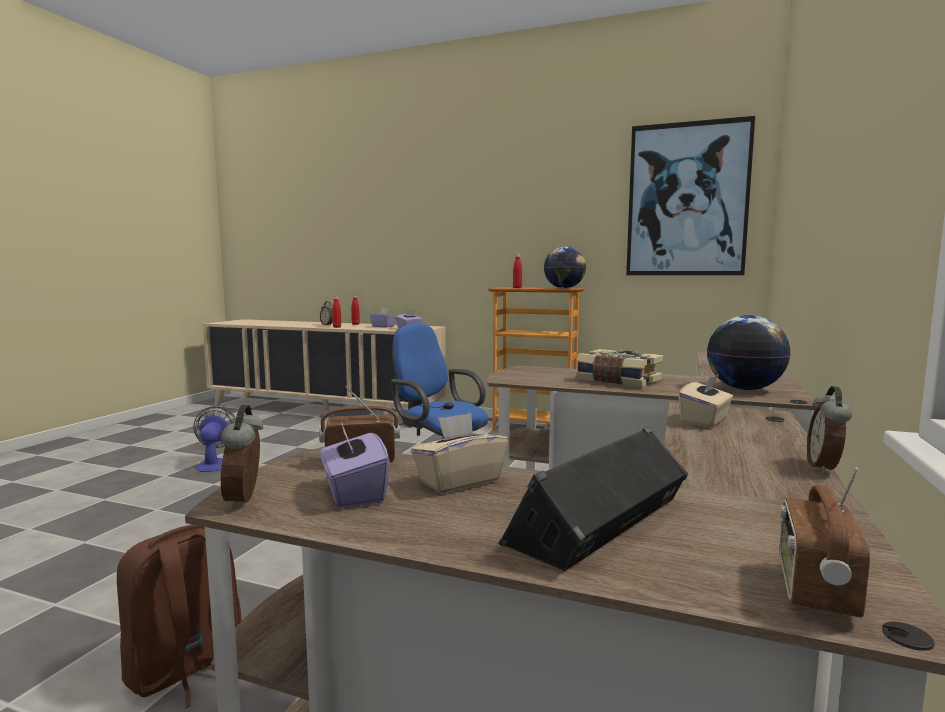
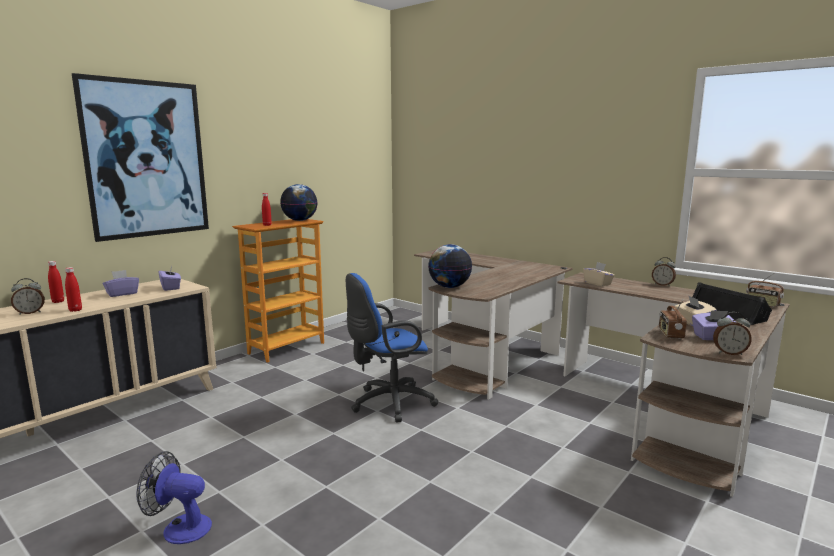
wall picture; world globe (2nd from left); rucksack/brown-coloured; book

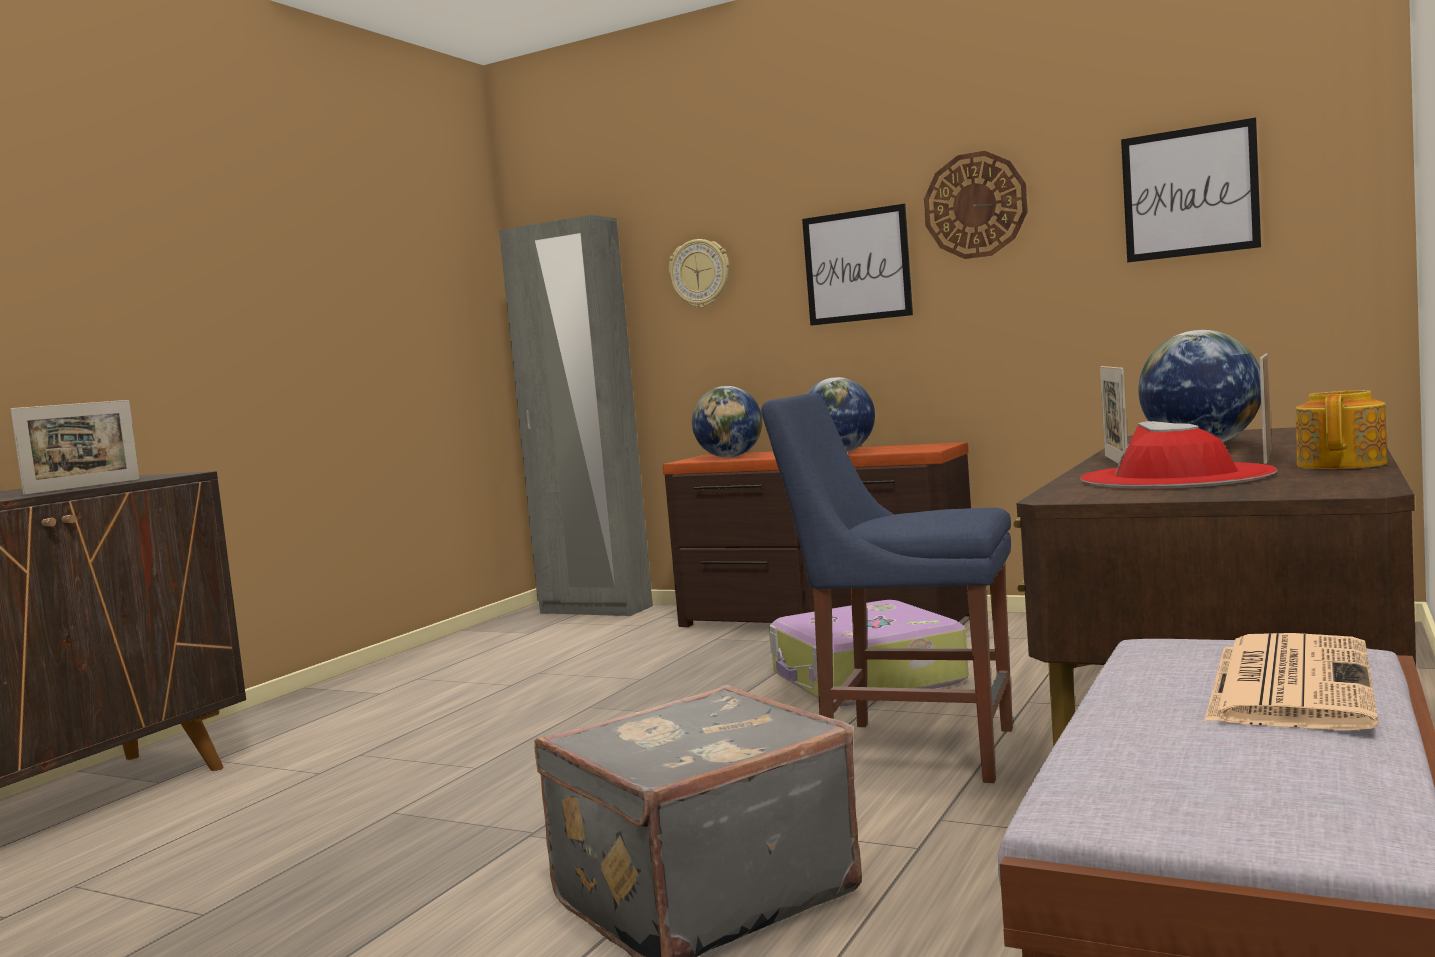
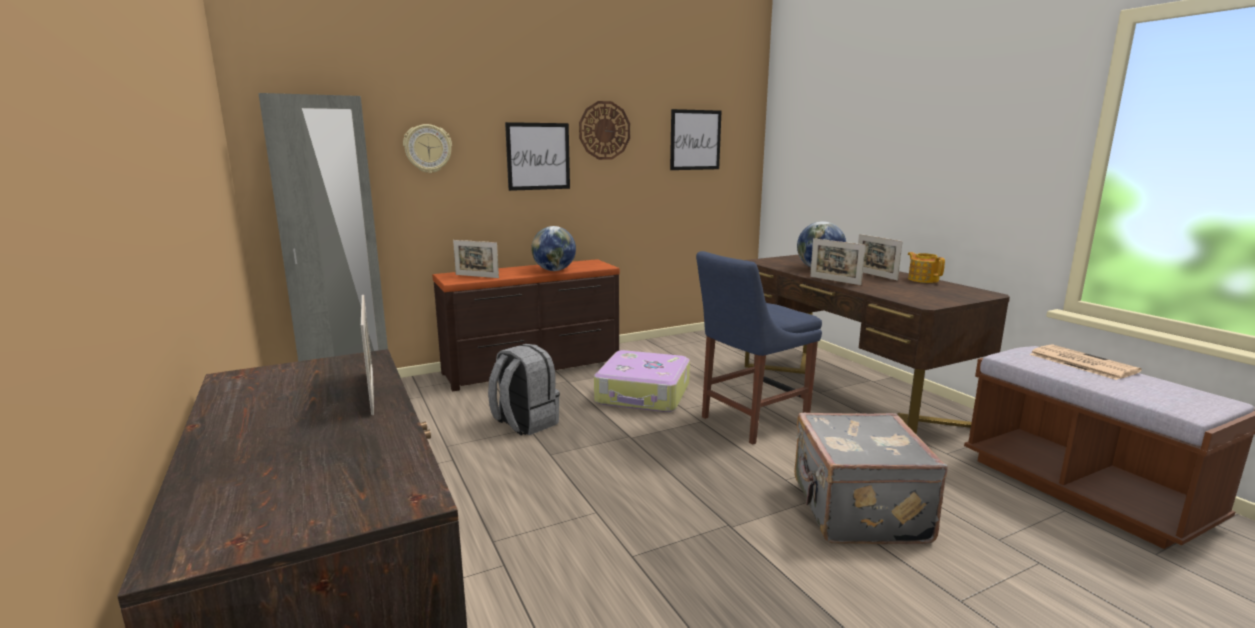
standing frame (2nd from left); rucksack/greyish; hat/red

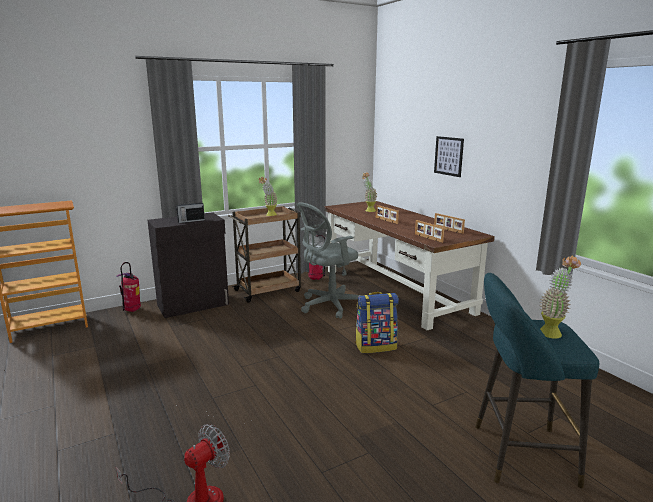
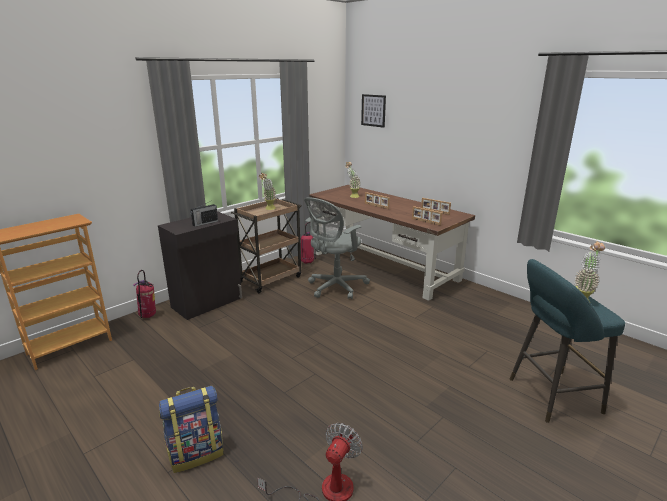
rucksack; wall picture

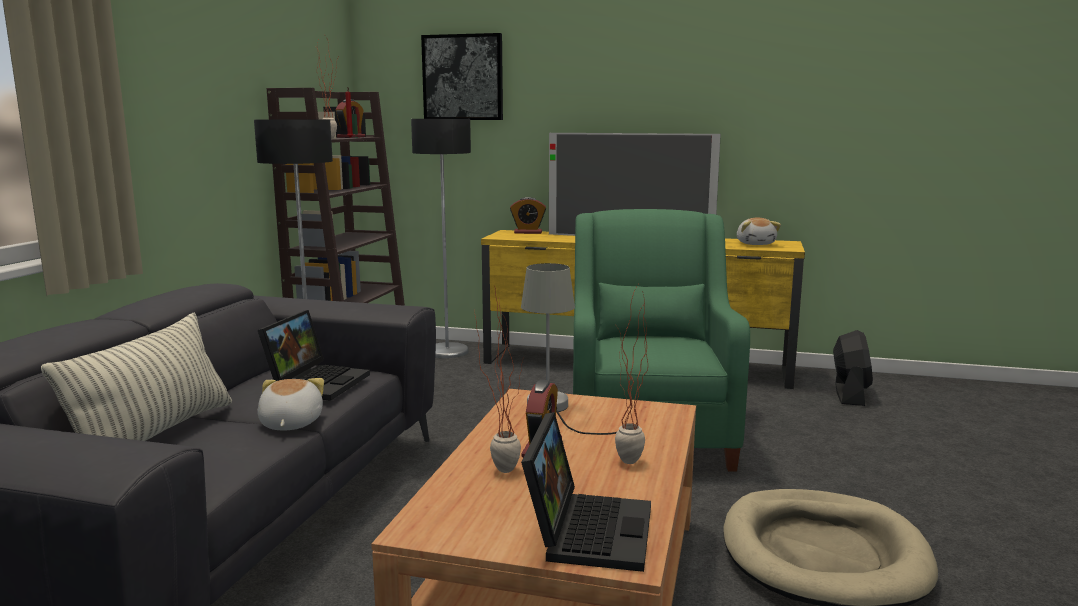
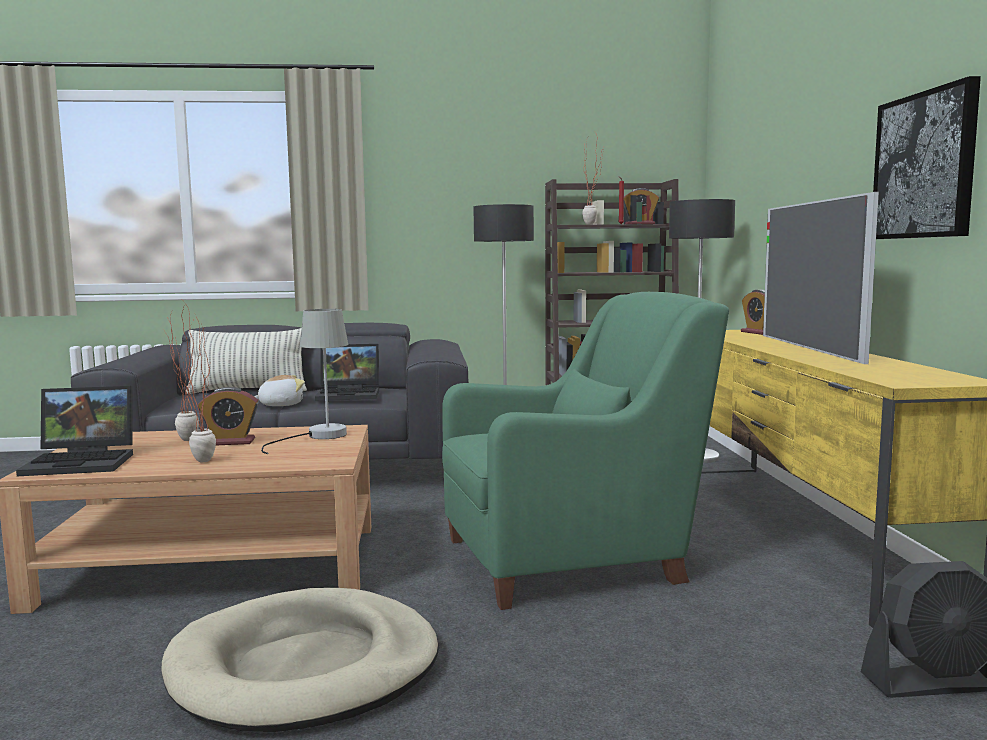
wall picture; plush toy (2nd from left in the first image)

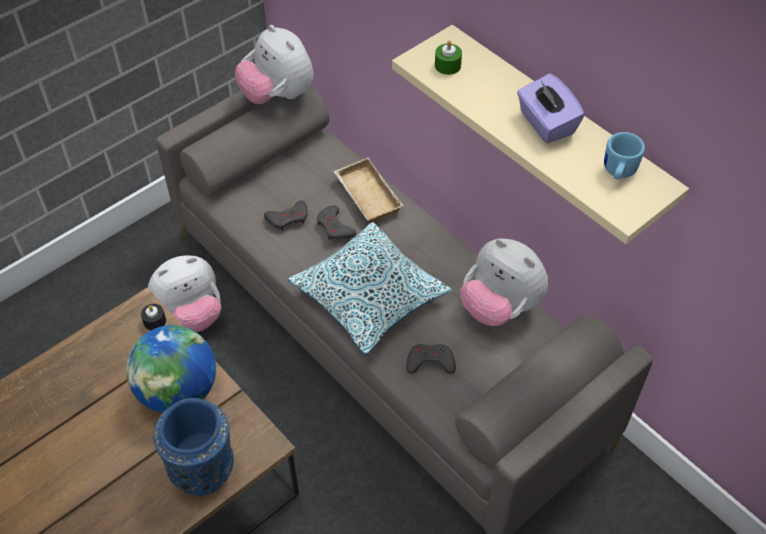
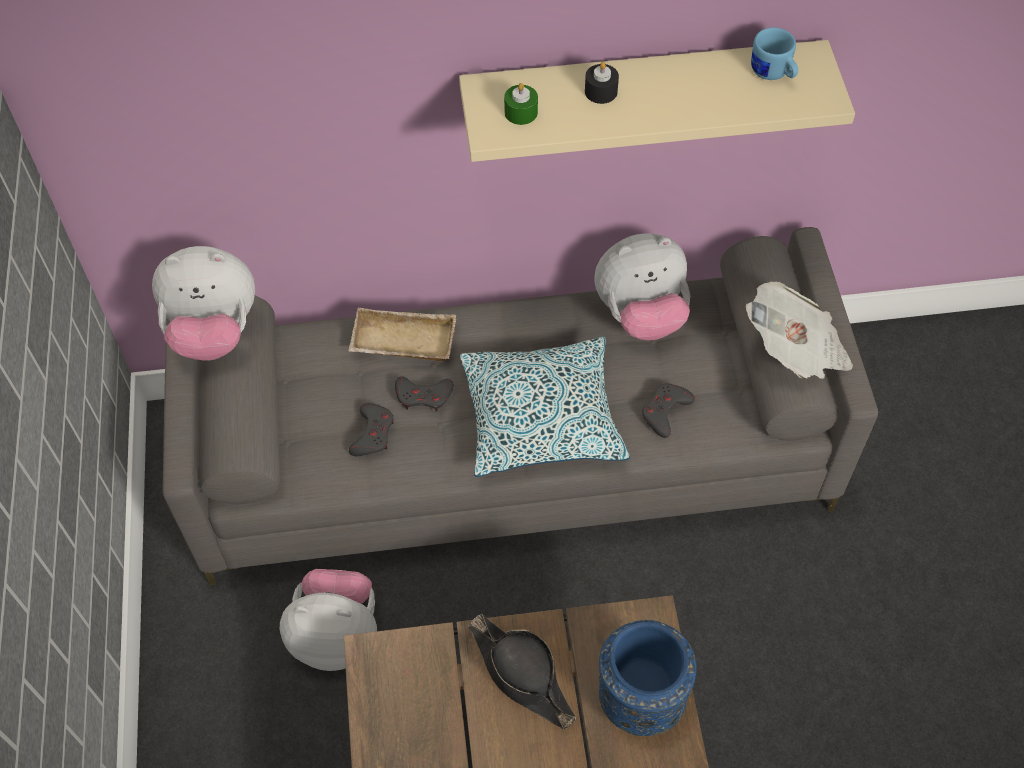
plush toy (2nd from left); hat/blackish; candle/blackish; printed paper; box of tissues/purple-coloured

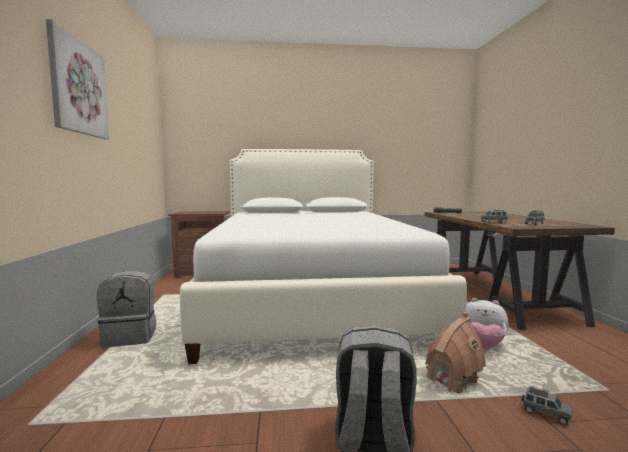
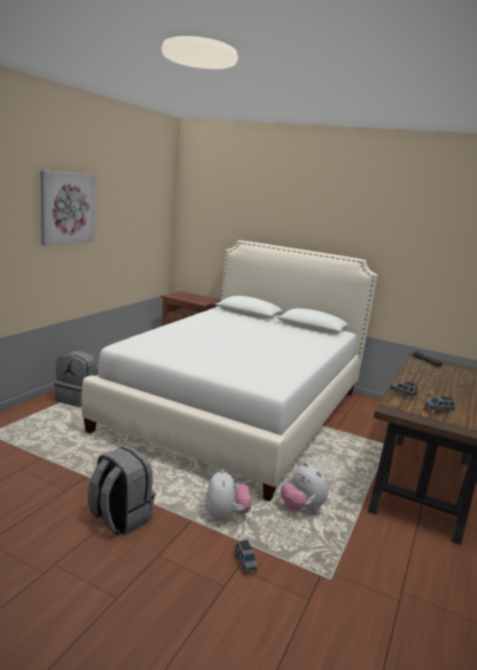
plush toy (1st from left)

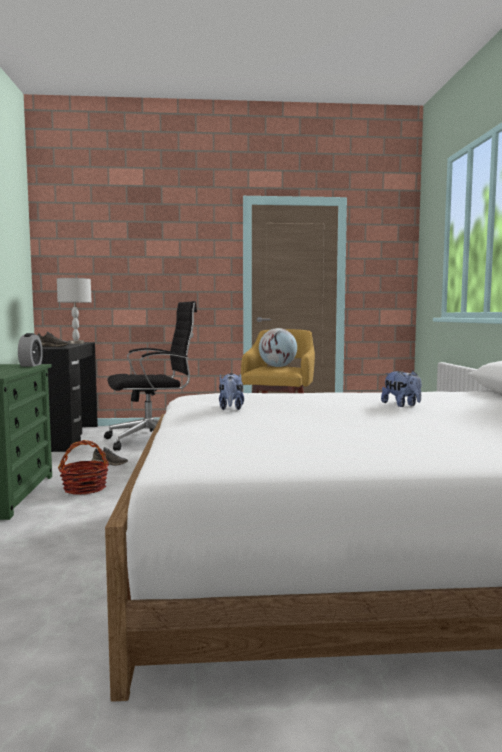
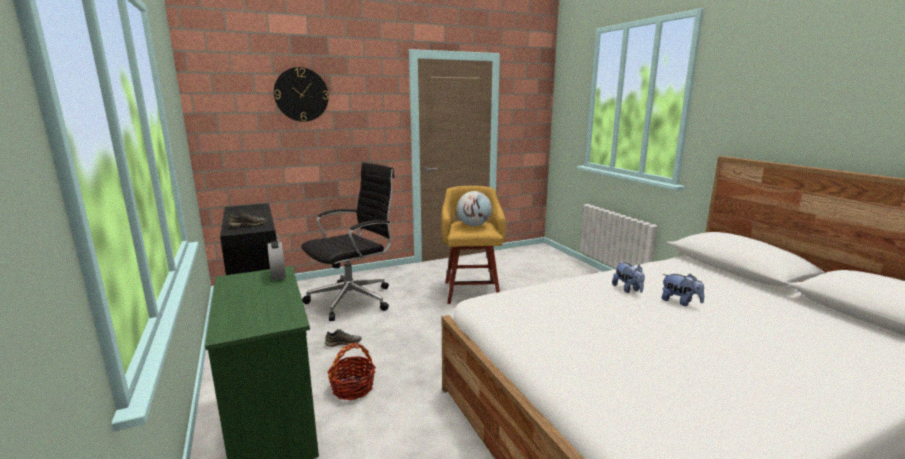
clock on the wall; plush toy (1st from left); tabletop lamp/greyish

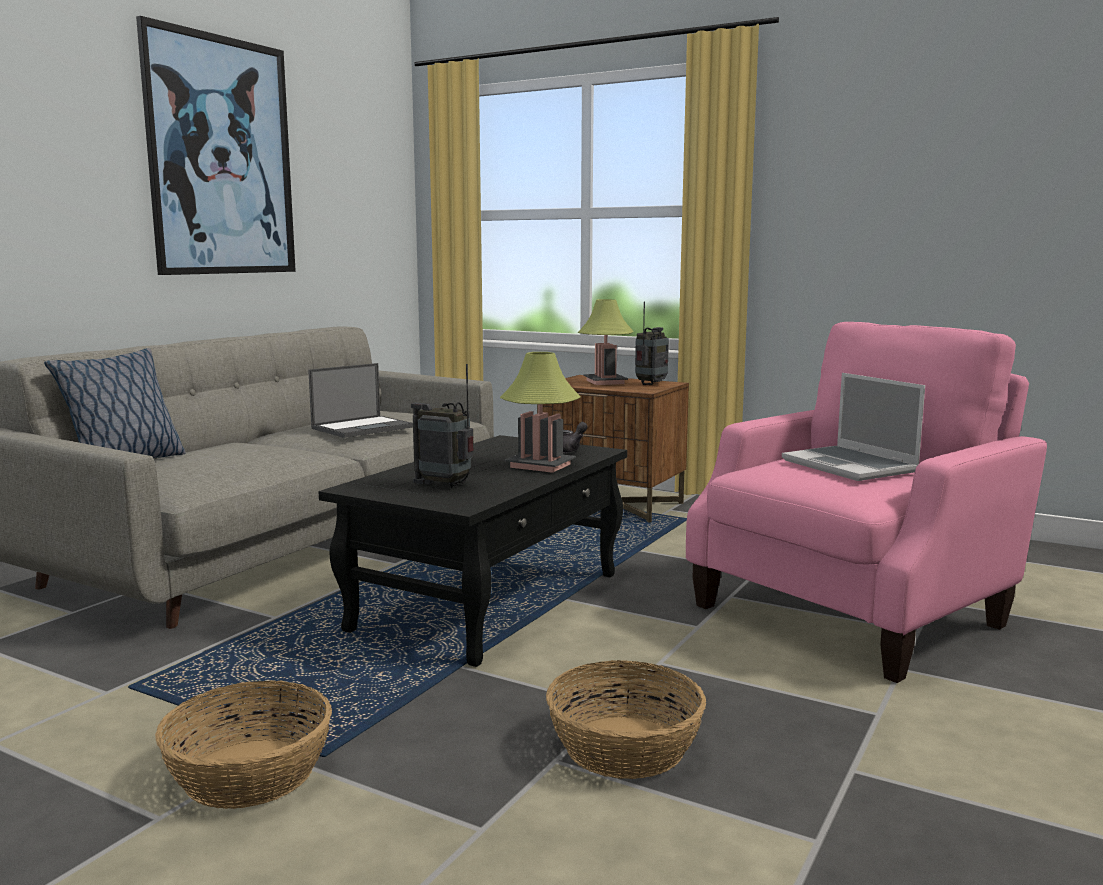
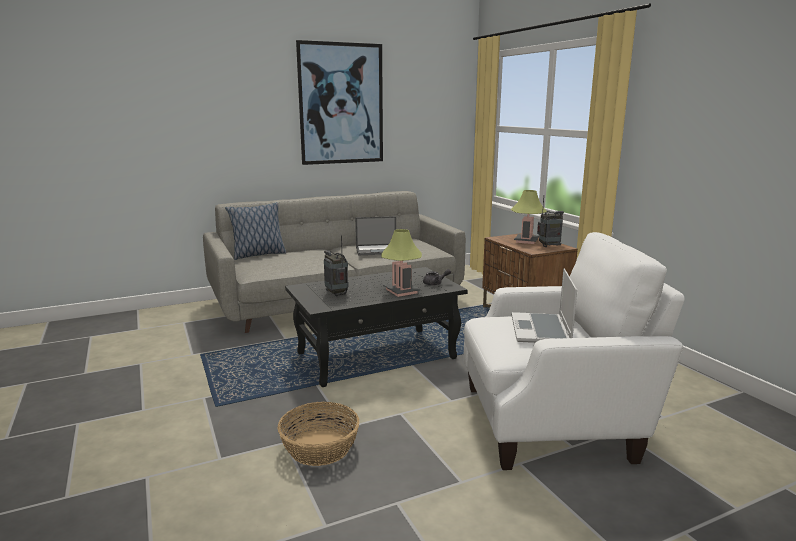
lounge chair/white; household basket (1st from left in the first image)

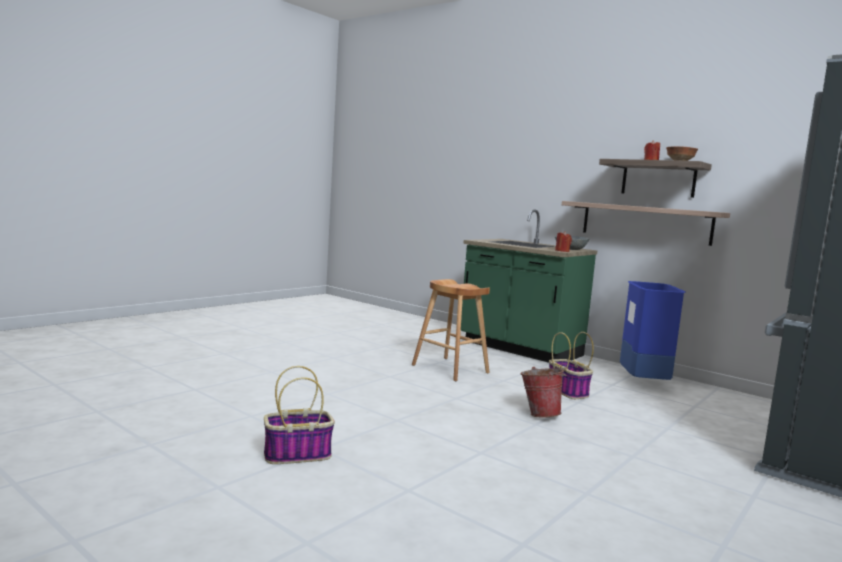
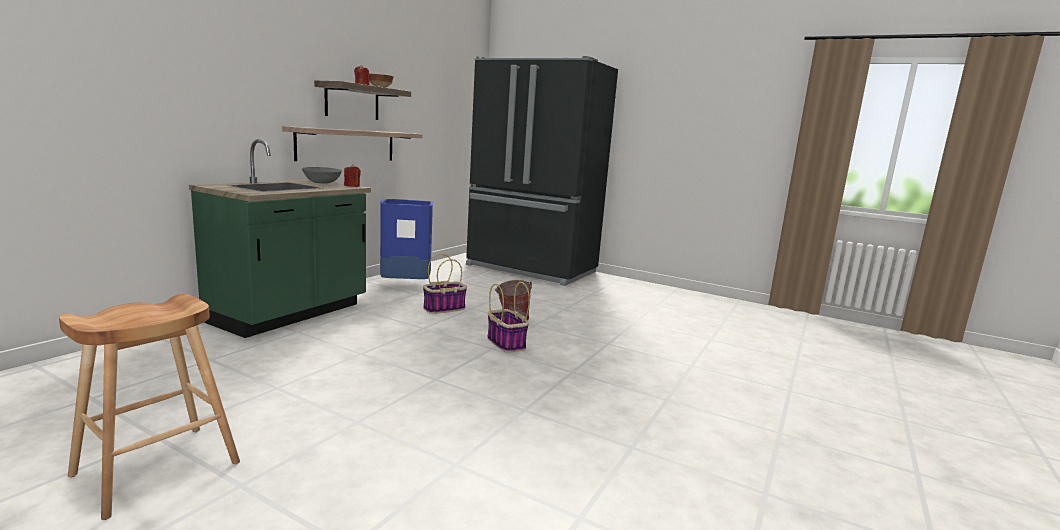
sitting stool/brown-coloured; household basket (2nd from left)

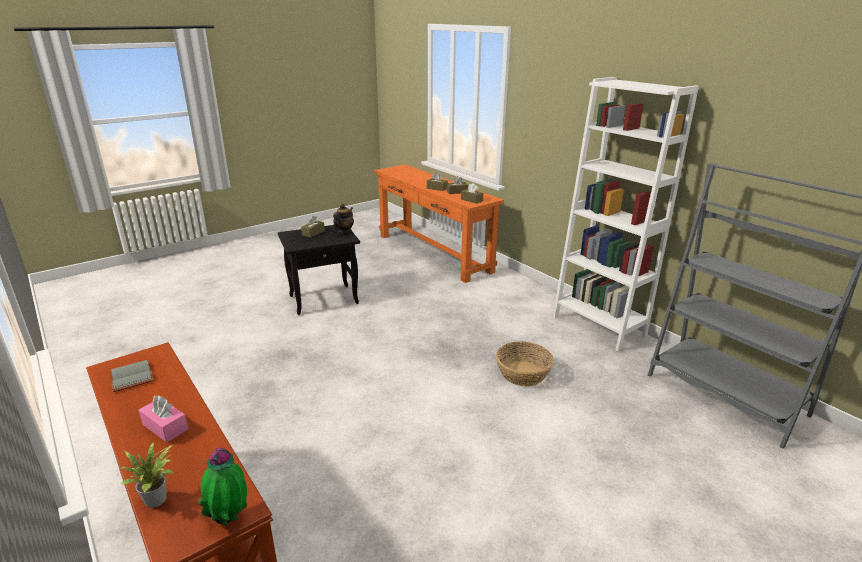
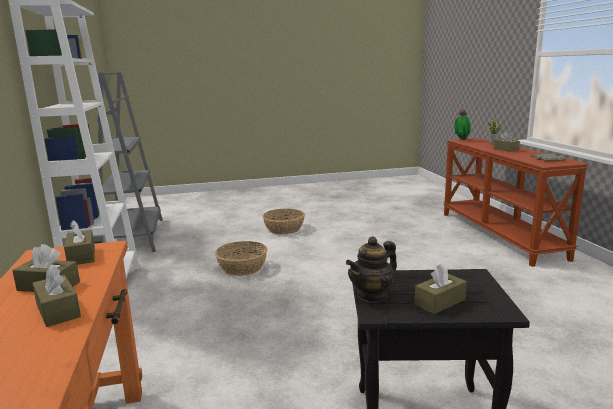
household basket (2nd from left); box of tissues/brown-coloured (5th from left)

